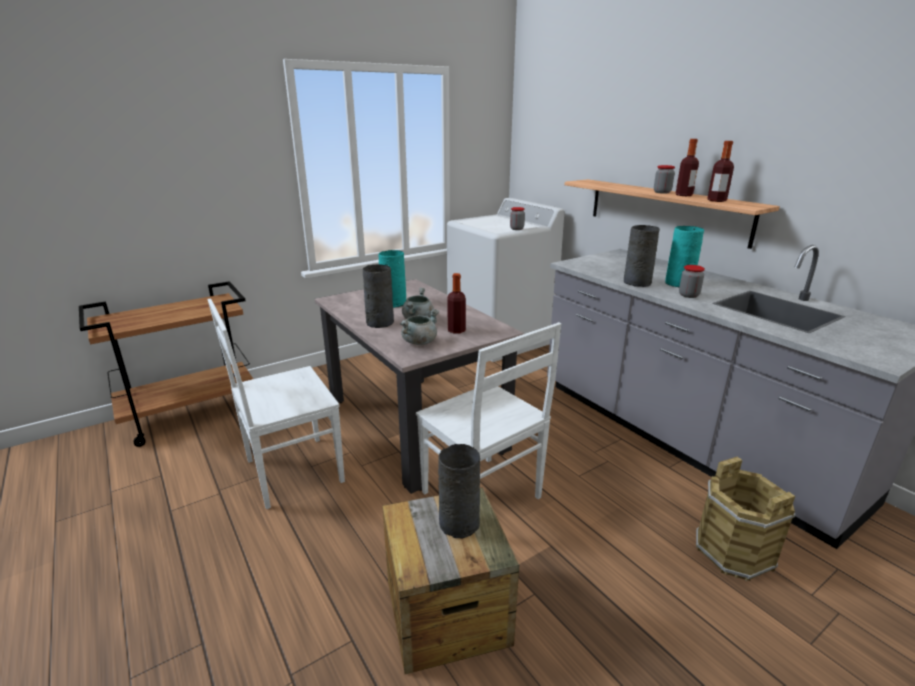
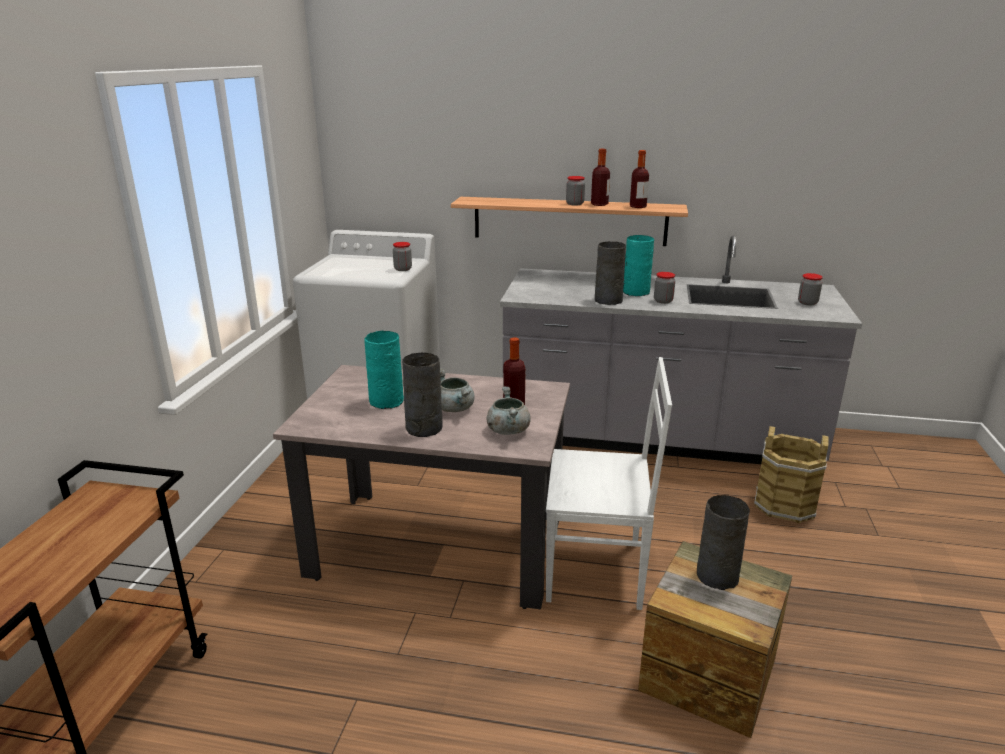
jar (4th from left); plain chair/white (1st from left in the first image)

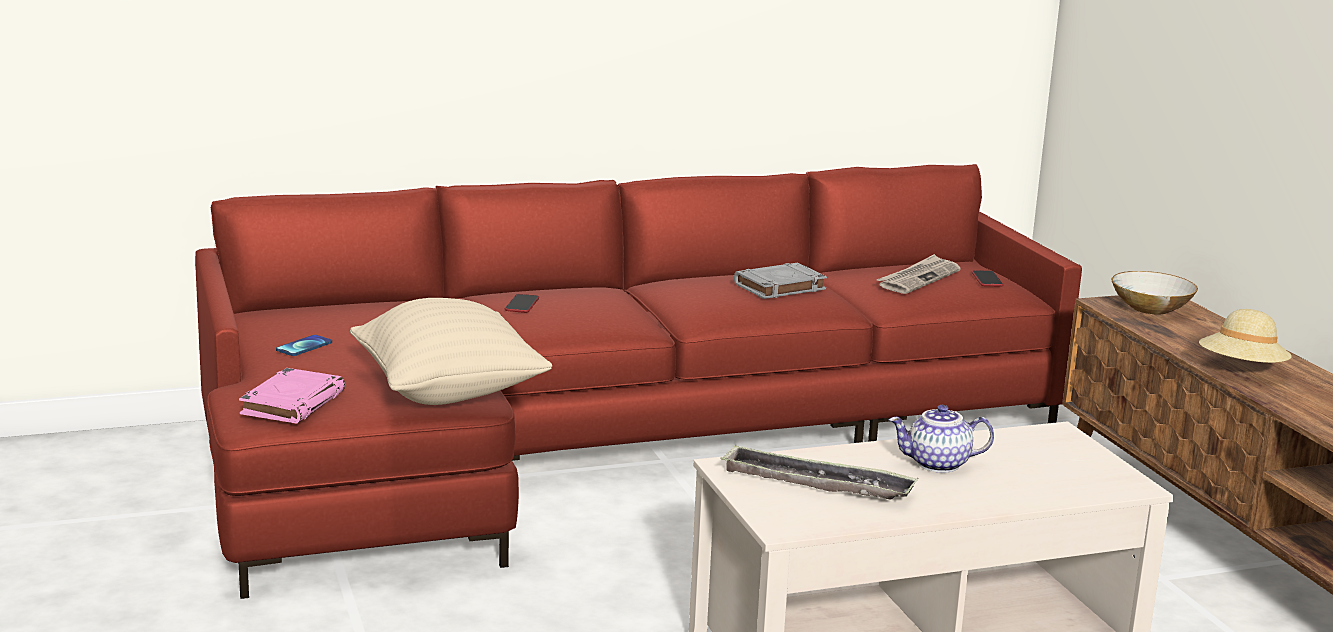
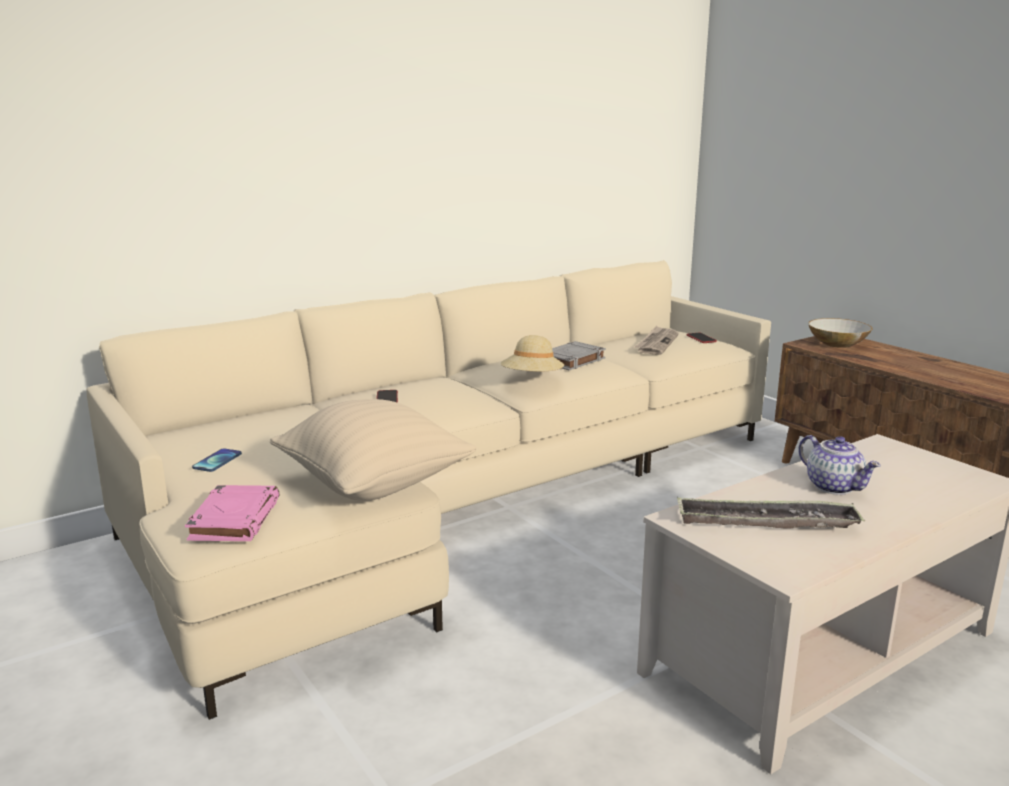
couch/sand-coloured; hat/sand-coloured; pot for tea

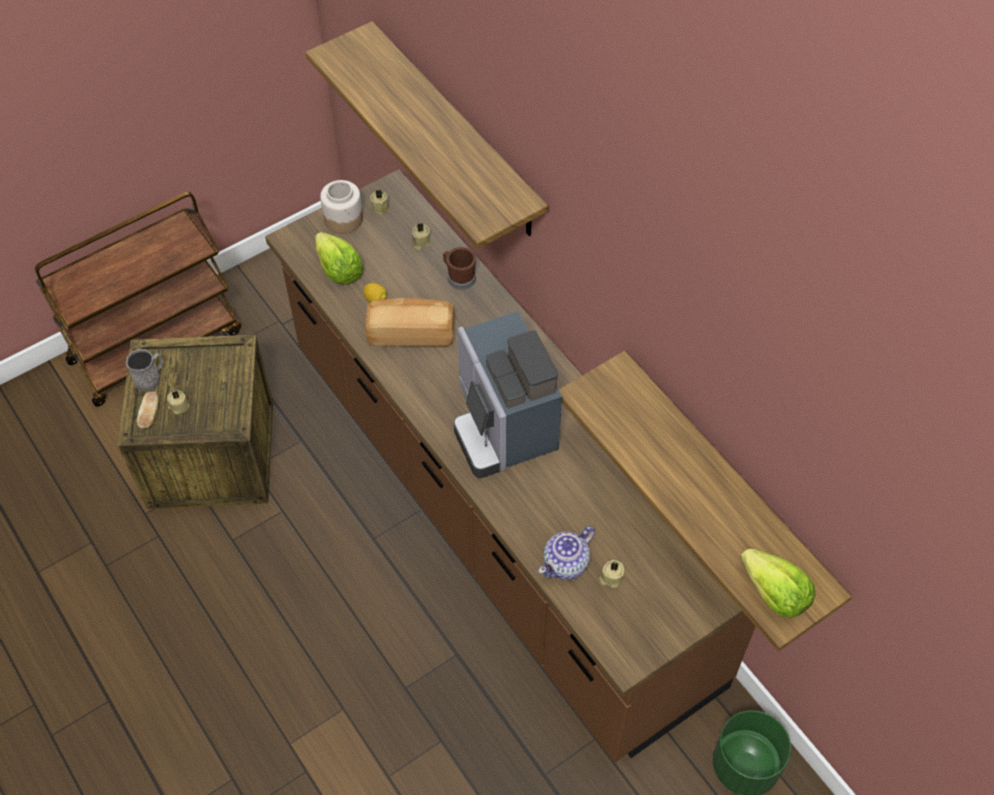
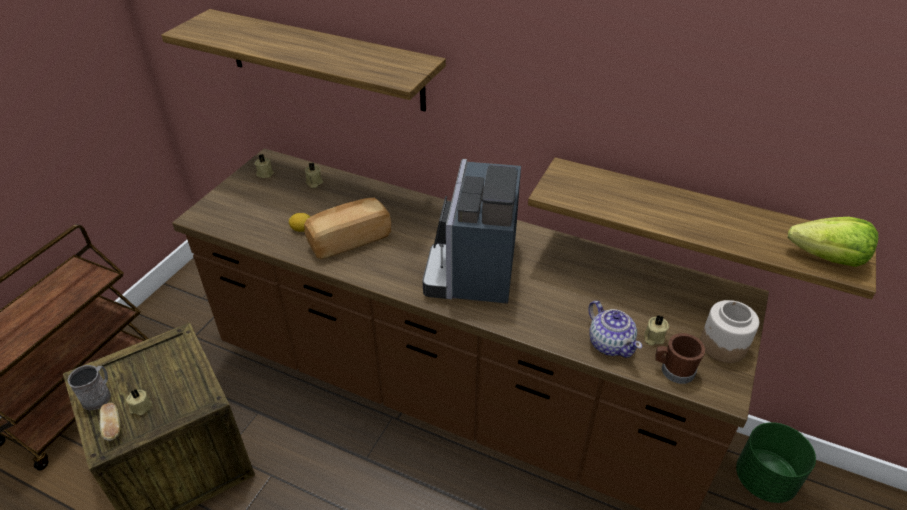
coffee brewer; pot for tea; coffee mug/brown-coloured; jar; head of lettuce (1st from left in the first image)

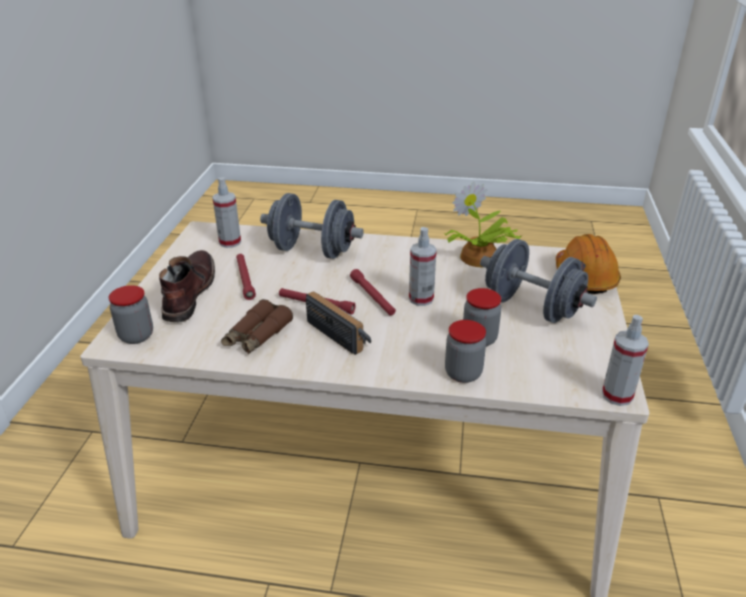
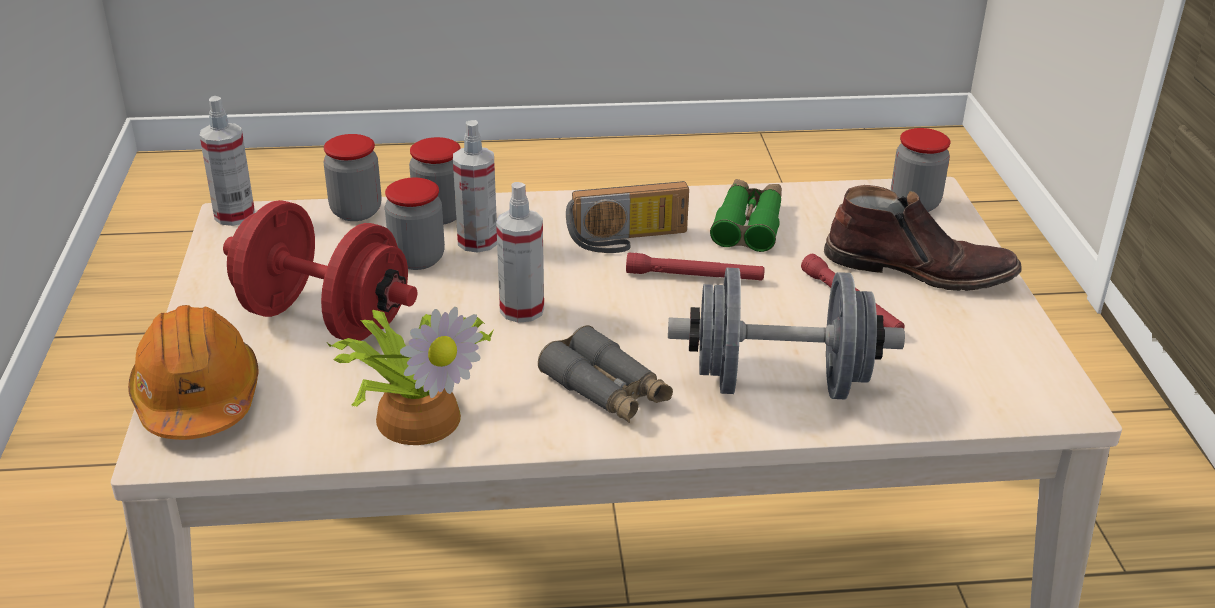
free weight/red; jar (1st from left); hand sprayer (2nd from left); field glasses/greyish; radio; field glasses/green-coloured; tall boot/brown-coloured; flashlight/red (3rd from left in the first image)

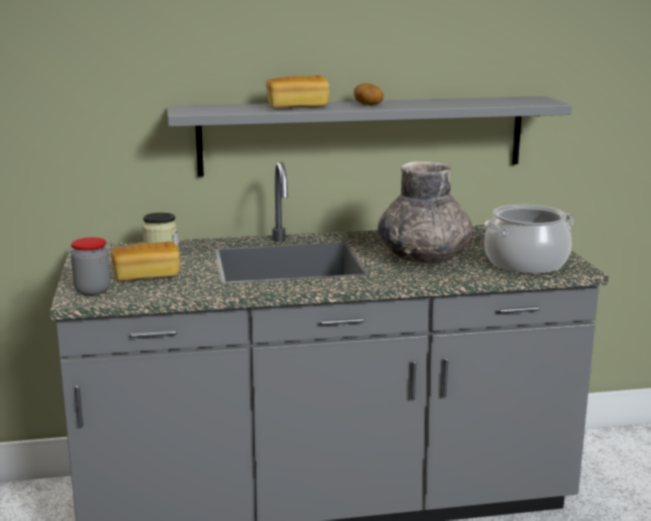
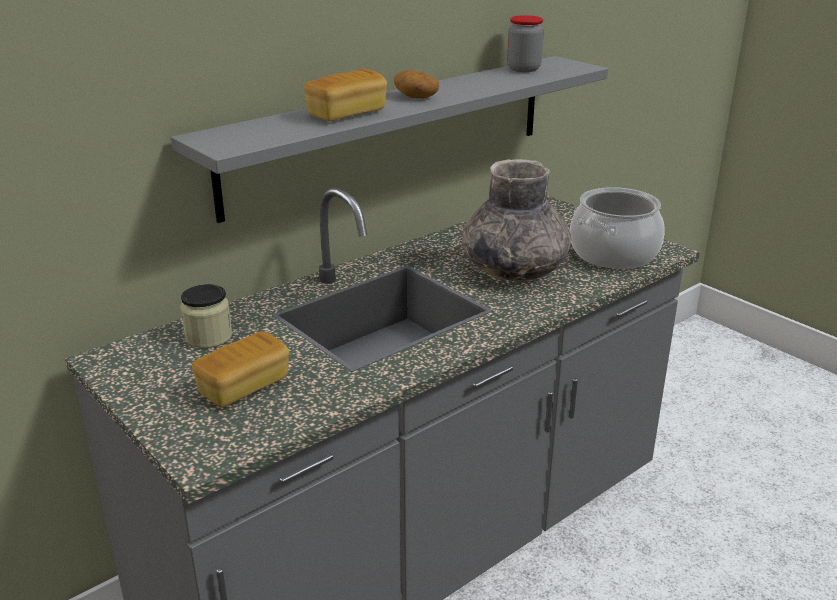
jar (2nd from left)

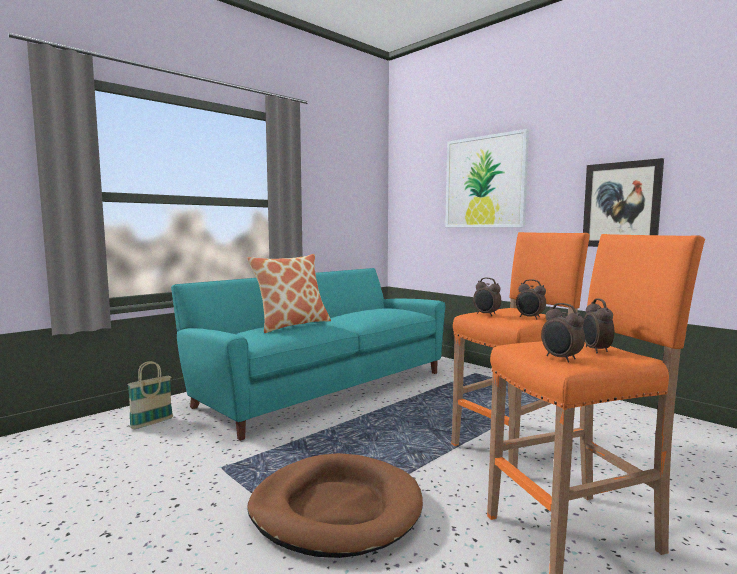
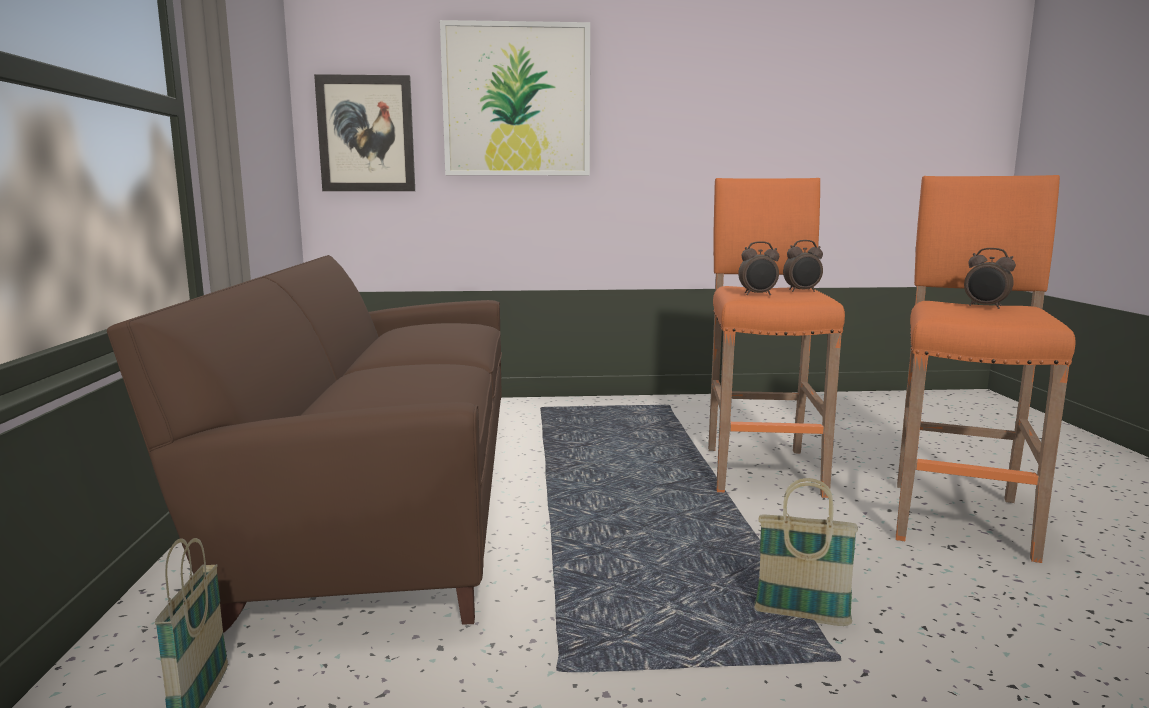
couch/brown-coloured; wall picture (1st from left); household basket (2nd from left); pillow; bedside clock (3rd from left in the first image)

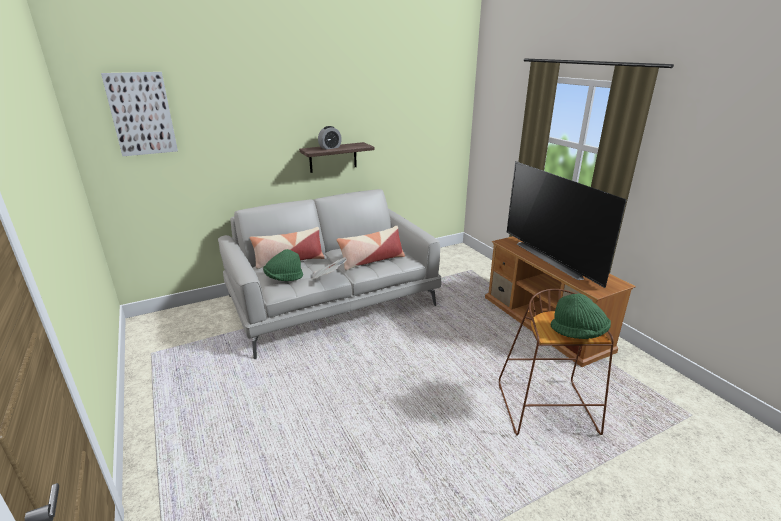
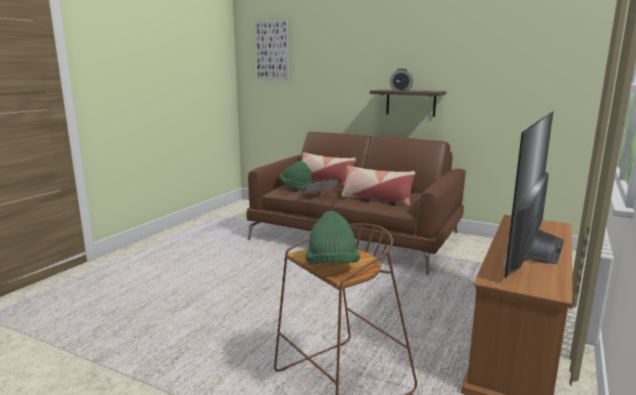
couch/brown-coloured

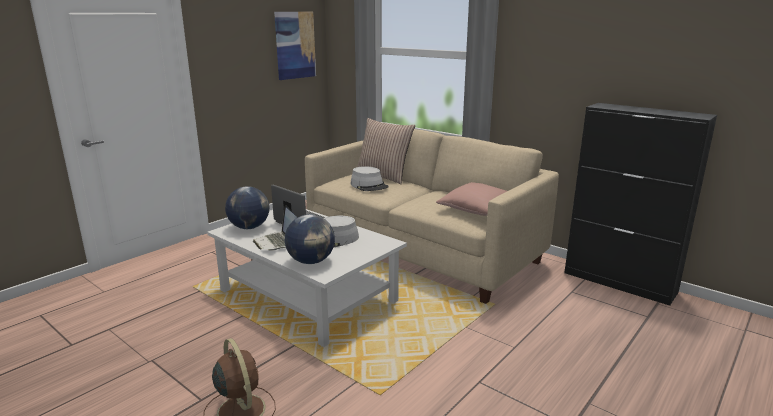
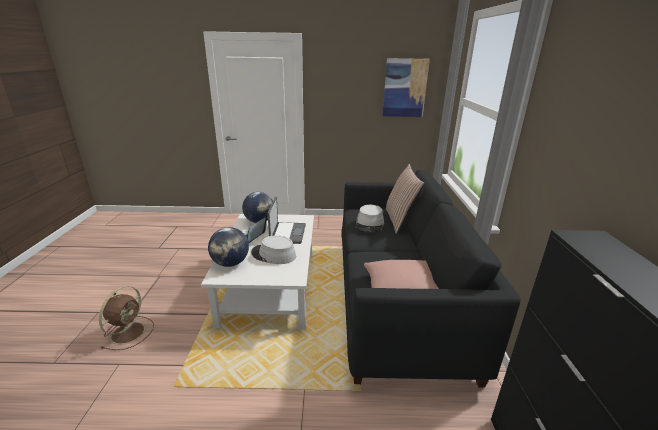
couch/blackish

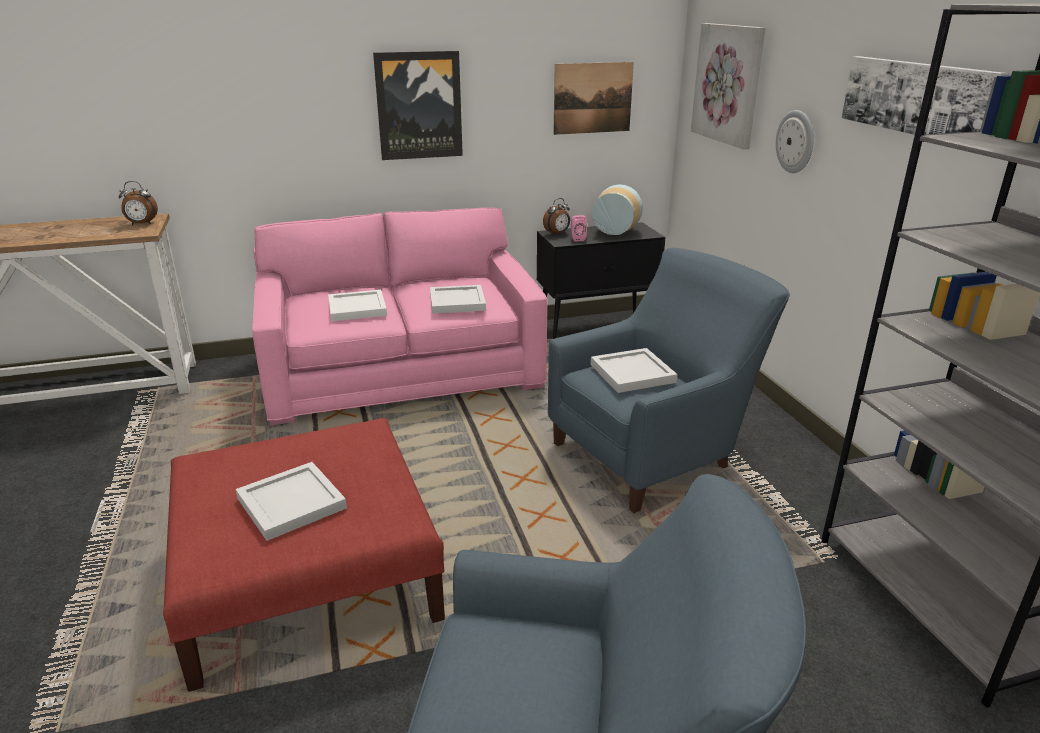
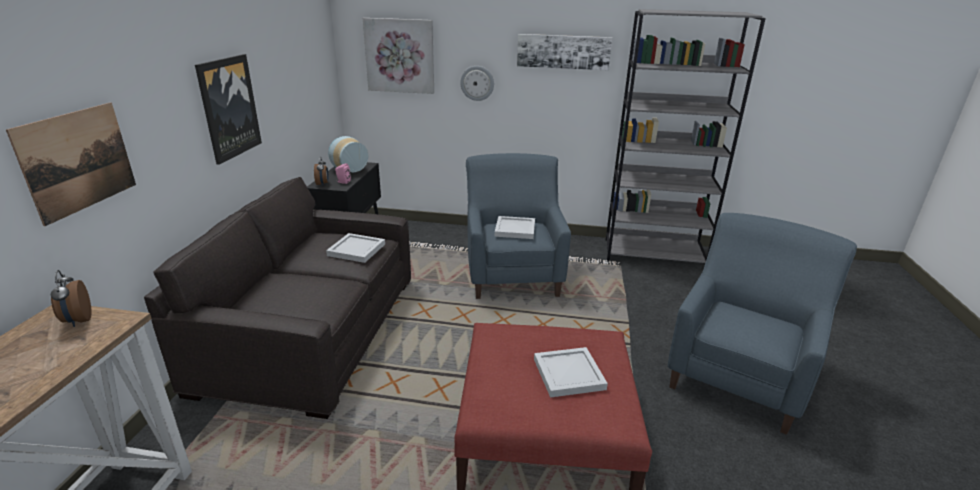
wall picture (1st from left); bedside clock (1st from left); couch/greyish; tray/white (2nd from left in the first image)

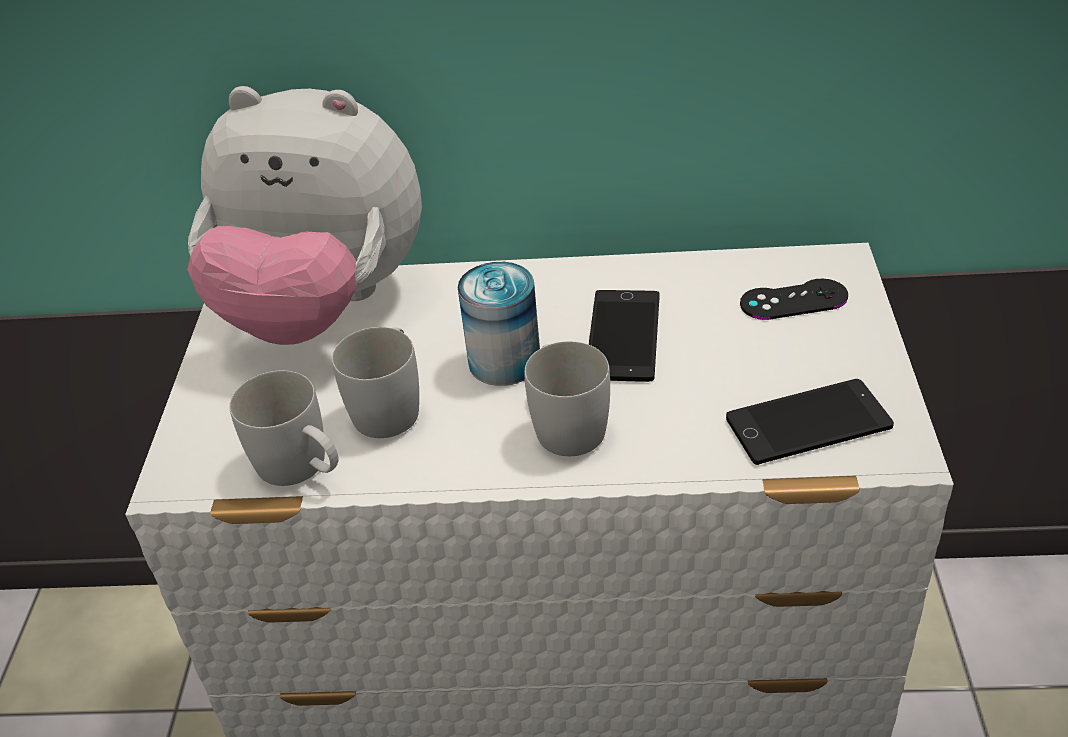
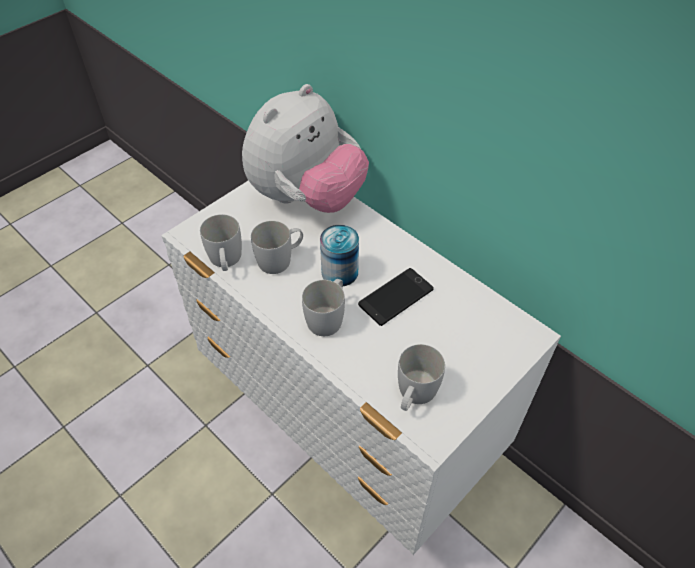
plush toy; coffee mug/white (4th from left); game controller/blackish

